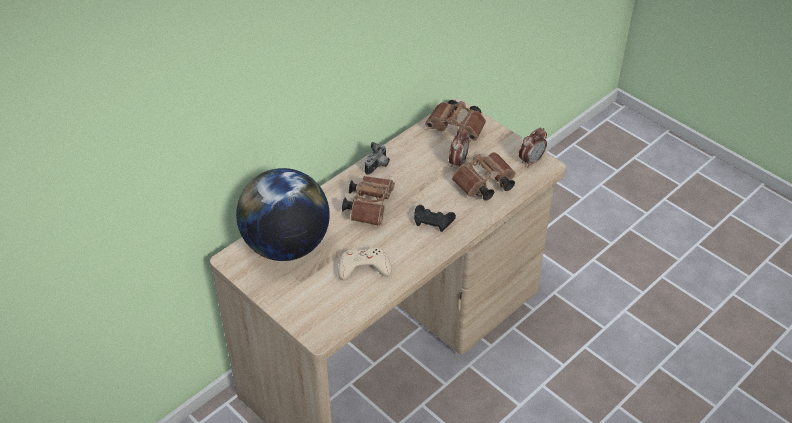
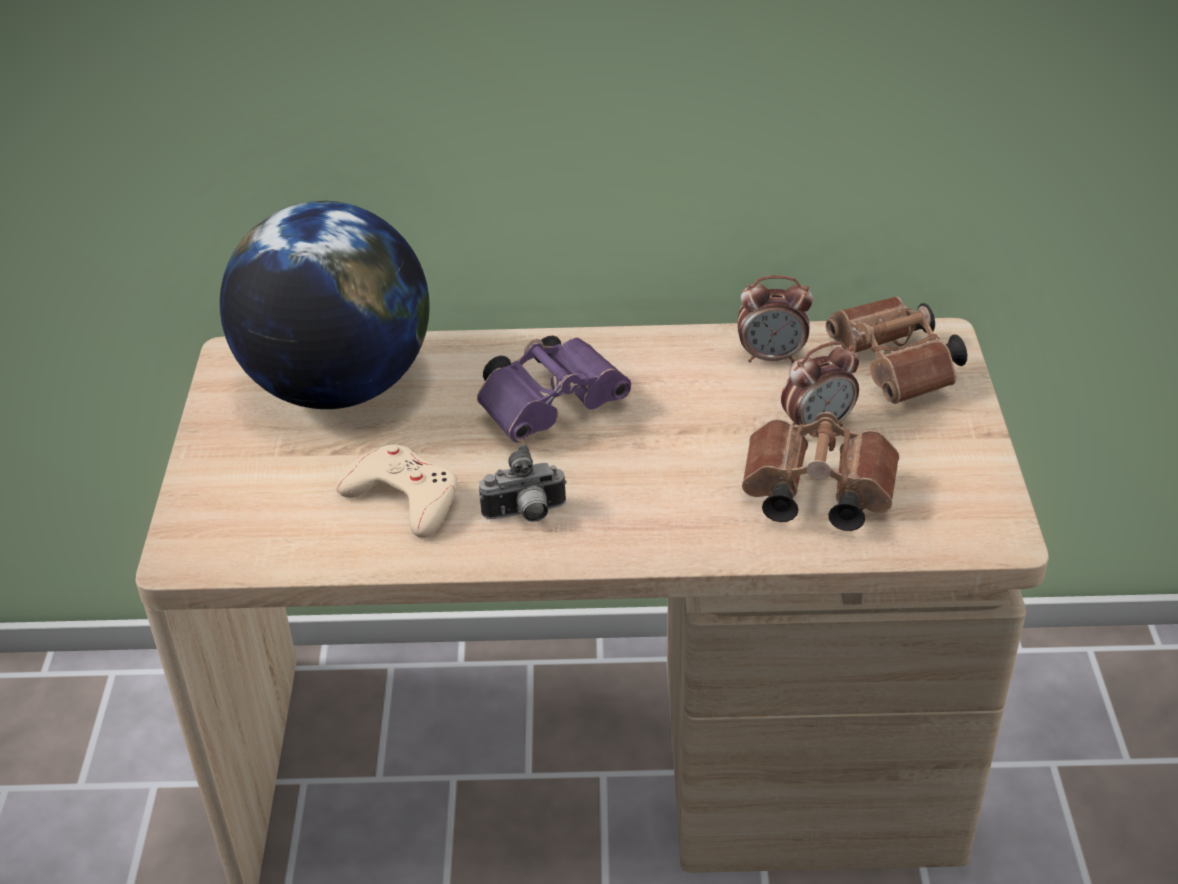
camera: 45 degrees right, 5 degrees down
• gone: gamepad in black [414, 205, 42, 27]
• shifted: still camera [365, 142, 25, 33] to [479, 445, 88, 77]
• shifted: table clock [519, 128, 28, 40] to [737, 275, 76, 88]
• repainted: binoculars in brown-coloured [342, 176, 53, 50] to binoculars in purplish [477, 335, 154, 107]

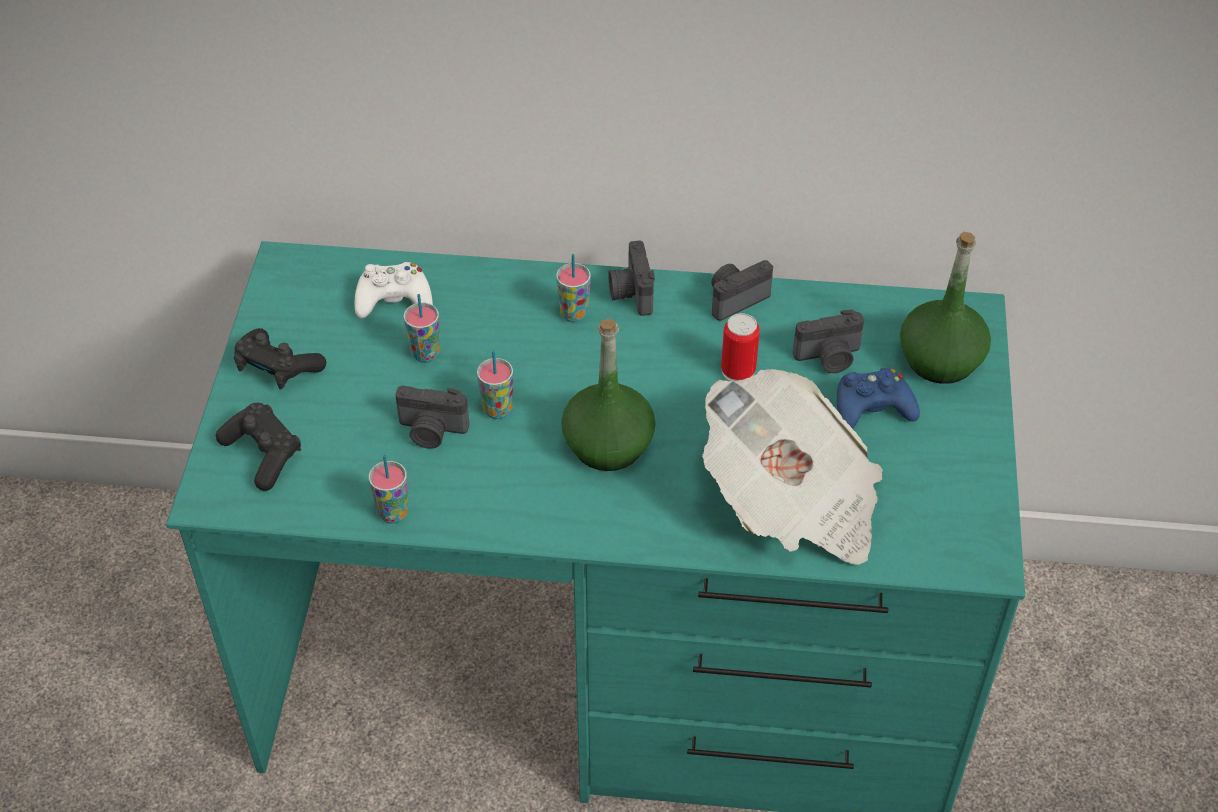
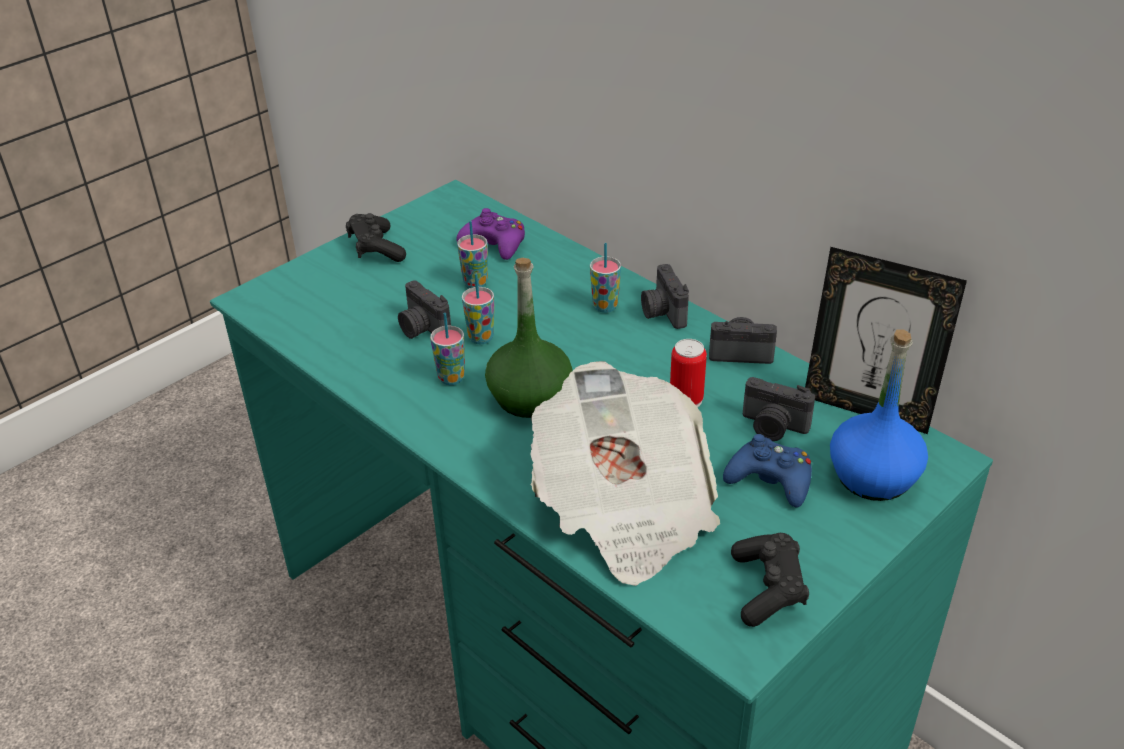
camera: 40 degrees right, 10 degrees down
• new: standing frame [805, 247, 162, 187]
• shifted: gamepad in black [216, 403, 85, 88] to [731, 533, 78, 94]
• shifted: drinking cup [368, 455, 41, 69] to [430, 313, 35, 72]
• repainted: gamepad in white-coloured [355, 262, 78, 56] to gamepad in purplish [456, 208, 69, 52]
• repainted: beverage bottle in green-coloured [900, 232, 91, 152] to beverage bottle in bluish [830, 329, 98, 172]
• rotated: still camera [608, 240, 47, 76] = [641, 264, 48, 65] 45 degrees counterclockwise

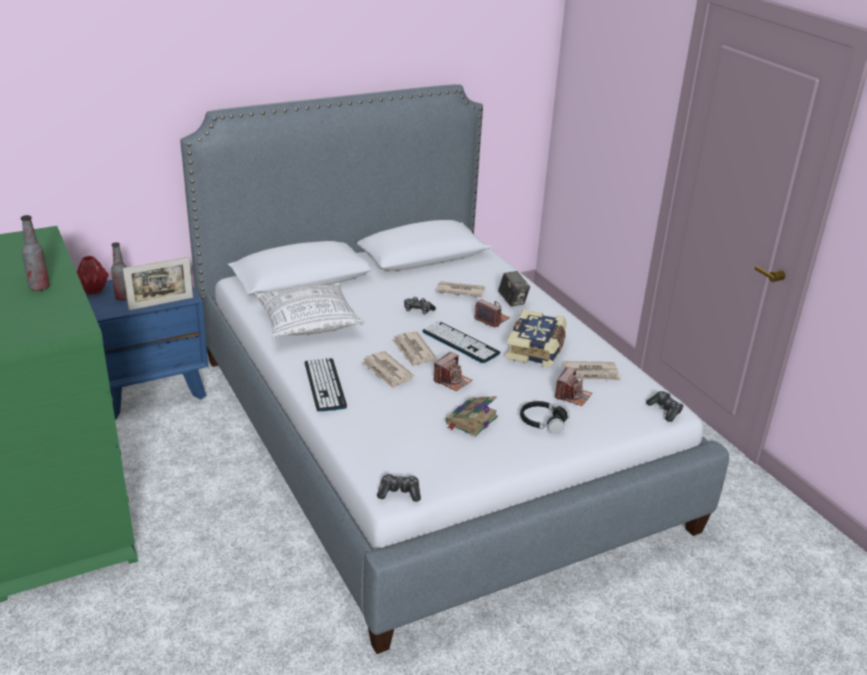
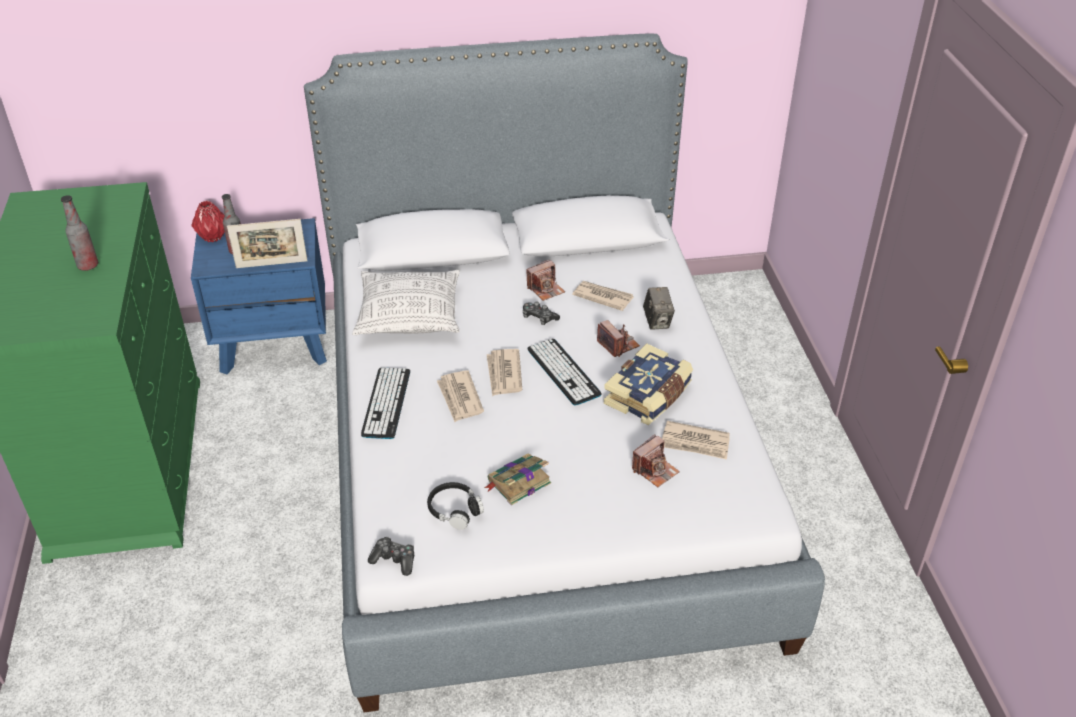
camera: 20 degrees right, 10 degrees up
• gone: gamepad [646, 391, 38, 31]
• shifted: still camera [433, 351, 40, 40] to [526, 260, 39, 41]
• shifted: headset in black [520, 401, 50, 33] to [427, 482, 57, 48]

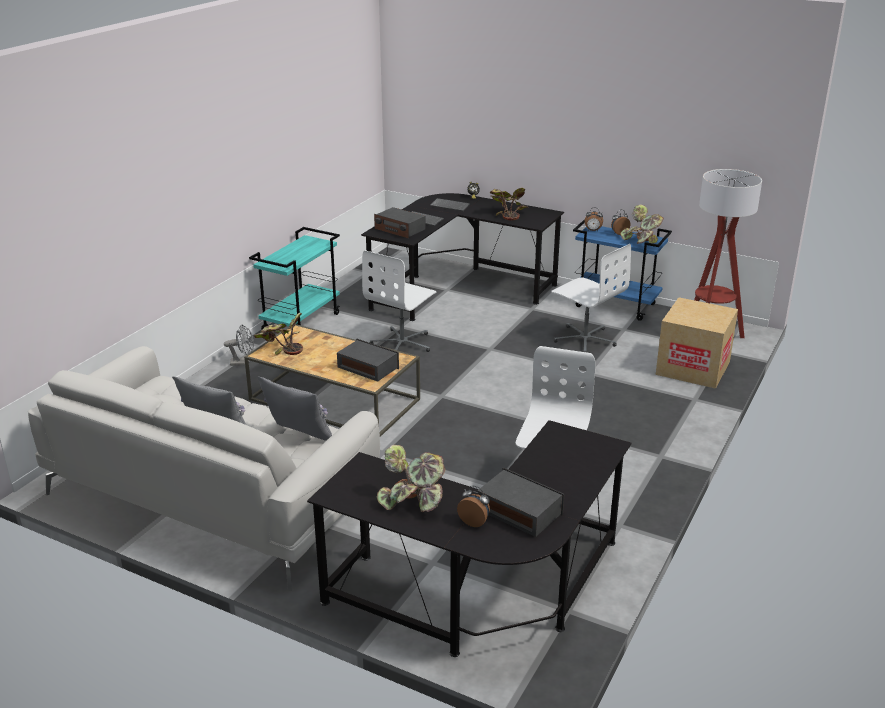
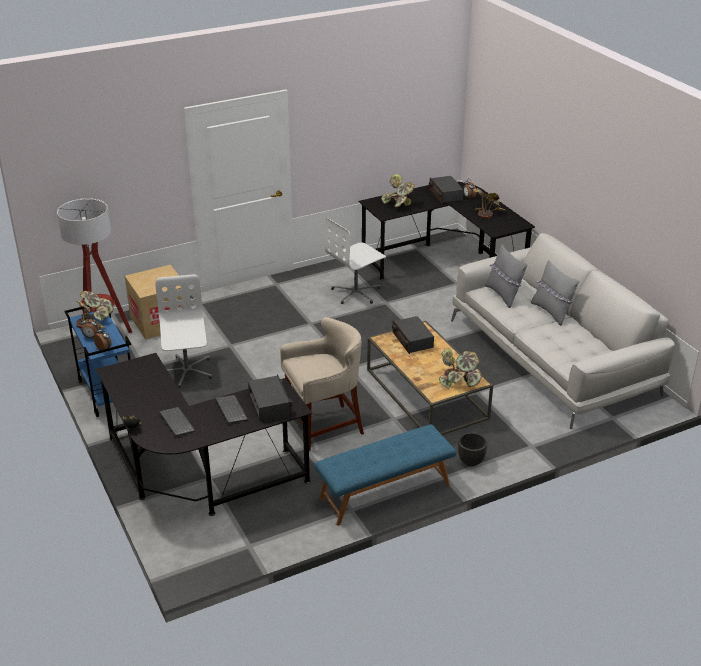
camera: 145 degrees left, 5 degrees up
• shifted: plant in a pot [489, 188, 38, 33] to [381, 174, 34, 33]
• swapped: electric fan in greyish [224, 325, 30, 41] to flower pot in black [458, 432, 29, 35]
• swapped: trolley in turquoise [249, 227, 91, 102] to indoor bench in bluish [314, 424, 142, 102]
• swapped: desk chair in white-coloured [362, 250, 75, 102] to stool in beige-coloured [280, 317, 84, 134]

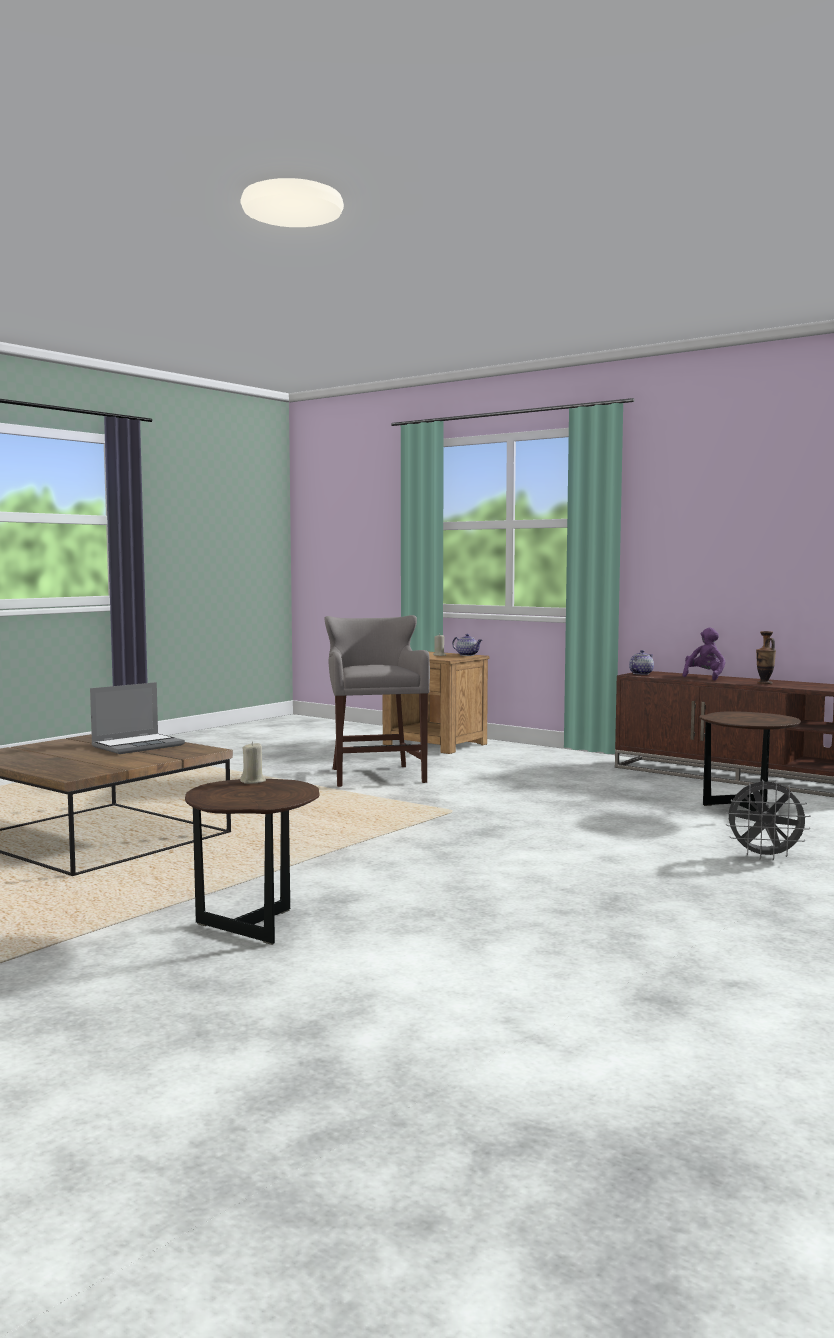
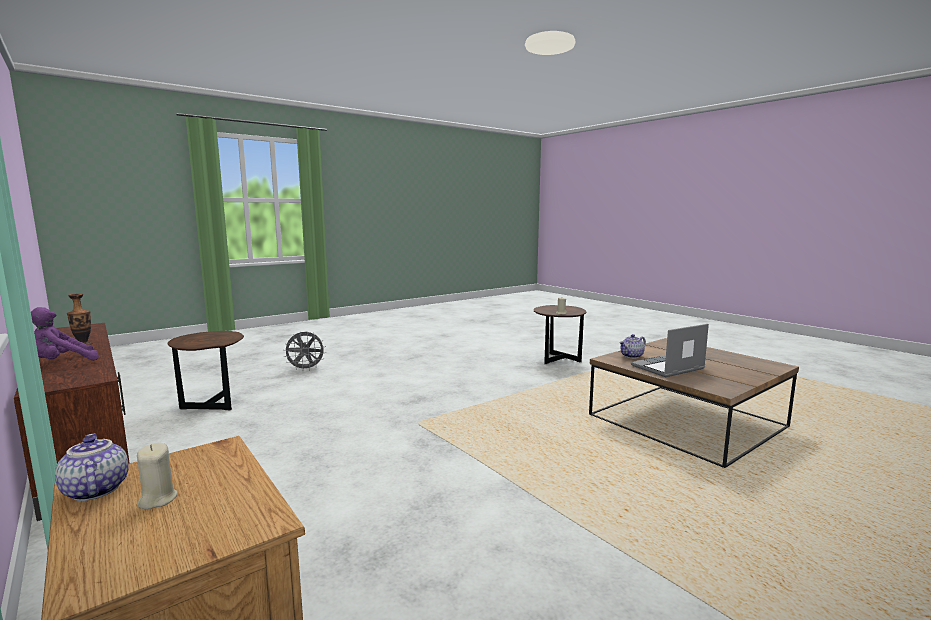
camera: 165 degrees left, 5 degrees up
• gone: stool in greyish [324, 615, 106, 172]
• shifted: teapot [629, 650, 25, 25] to [619, 334, 27, 24]
• rotated: electric fan in greyish [725, 780, 86, 80] = [283, 331, 43, 40] 135 degrees clockwise

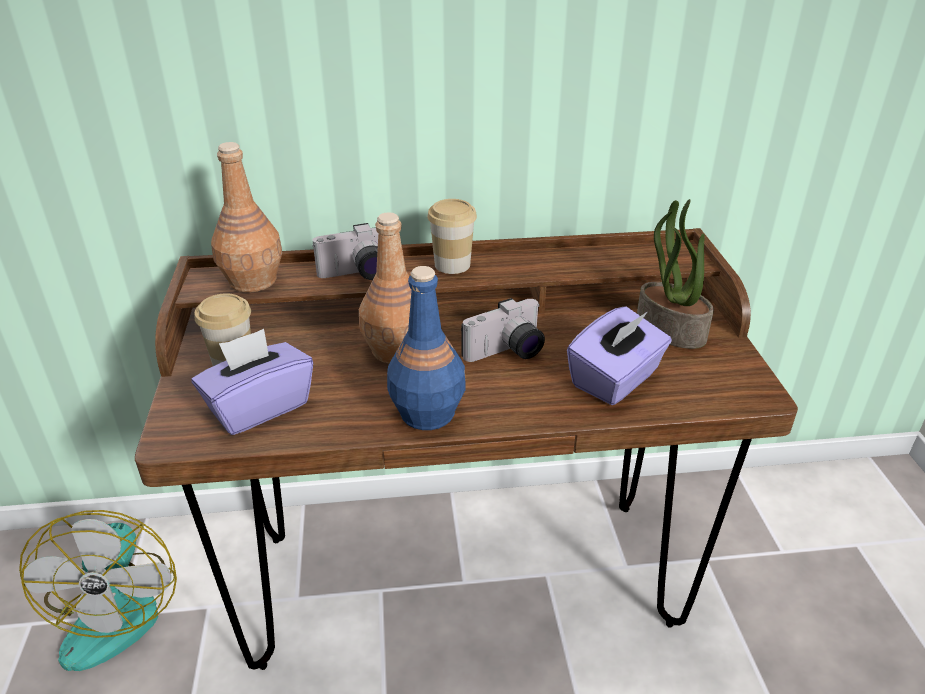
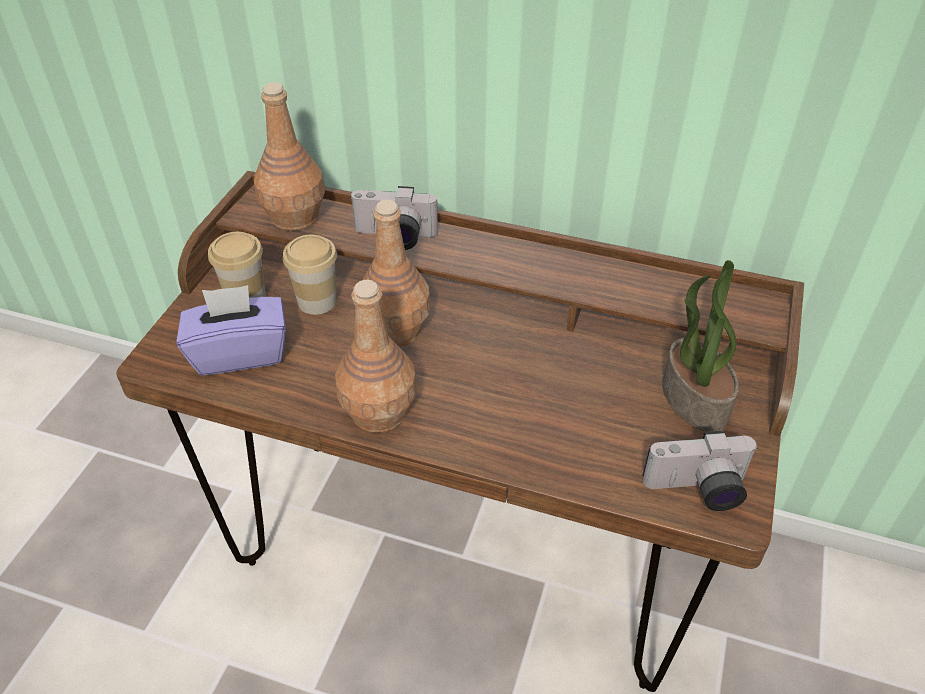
camera: 25 degrees right, 10 degrees up
• gone: electric fan [19, 510, 158, 161]
• gone: box of tissues in purplish [567, 306, 105, 99]
• shifted: drinking cup [427, 199, 50, 75] to [283, 235, 54, 80]
• shifted: still camera [461, 298, 84, 64] to [643, 430, 115, 81]
• repainted: beverage bottle in bluish [387, 266, 79, 164] to beverage bottle in brown-coloured [335, 280, 82, 153]

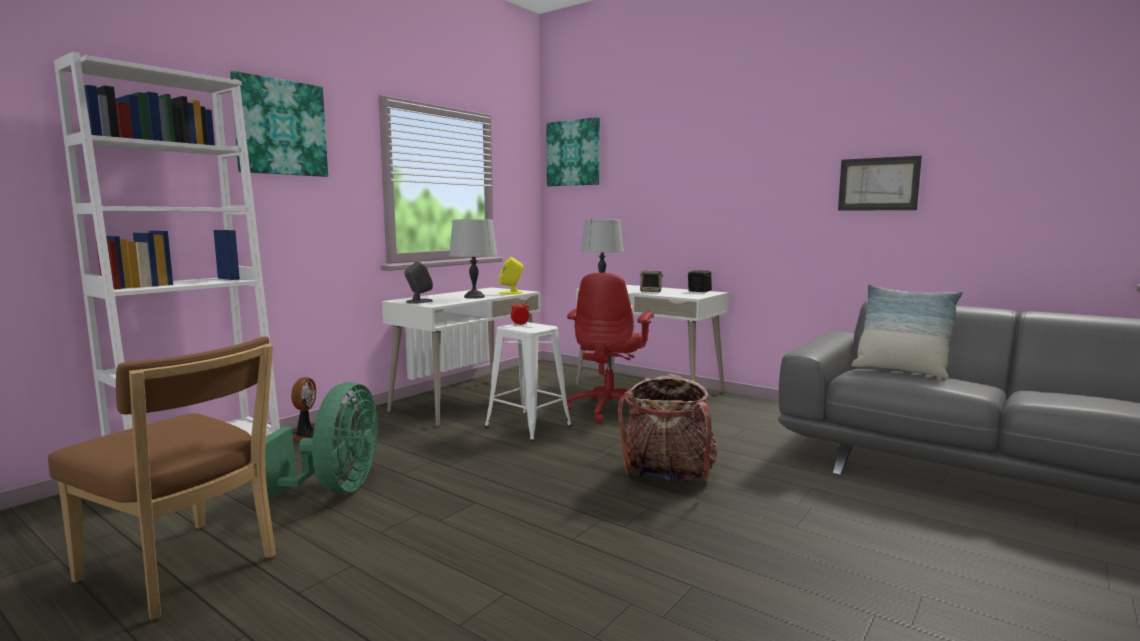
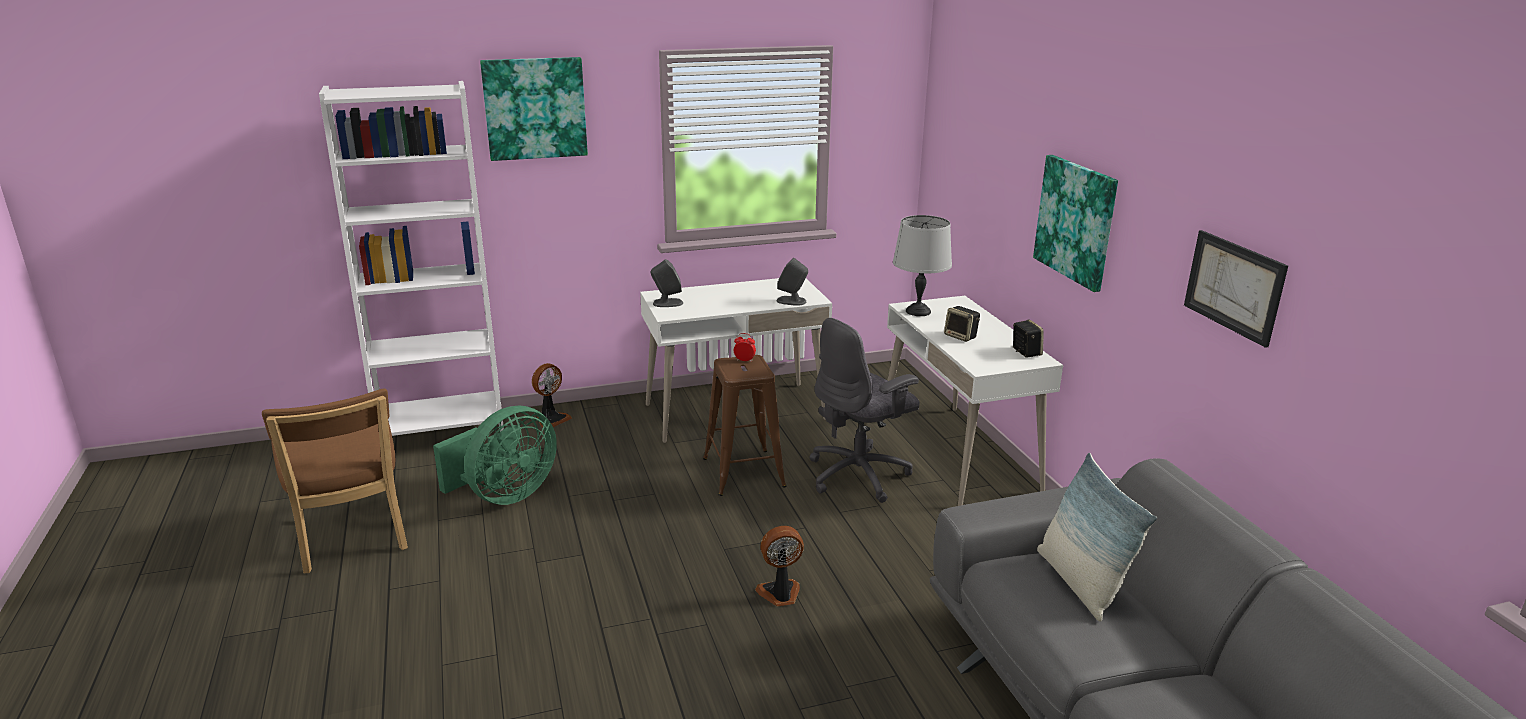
camera: 35 degrees right, 15 degrees up
• gone: table lamp in greyish [449, 220, 48, 79]
• shifted: picture [547, 117, 53, 69] to [1033, 155, 85, 137]
• swapped: rucksack [618, 374, 99, 108] to electric fan [755, 526, 49, 80]
• repainted: stool in white-coloured [485, 322, 87, 119] to stool in brown-coloured [703, 355, 83, 141]
• repainted: audio speaker in yellowish [499, 257, 24, 38] to audio speaker in greyish [777, 258, 31, 48]
• repainted: desk chair in reddish [566, 273, 88, 150] to desk chair in greyish [809, 318, 111, 185]

